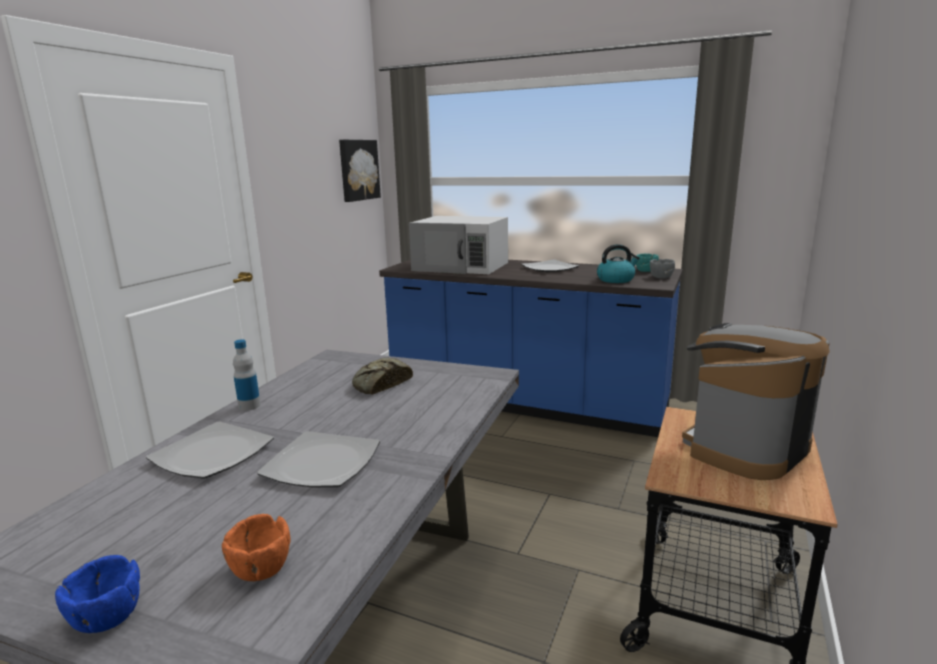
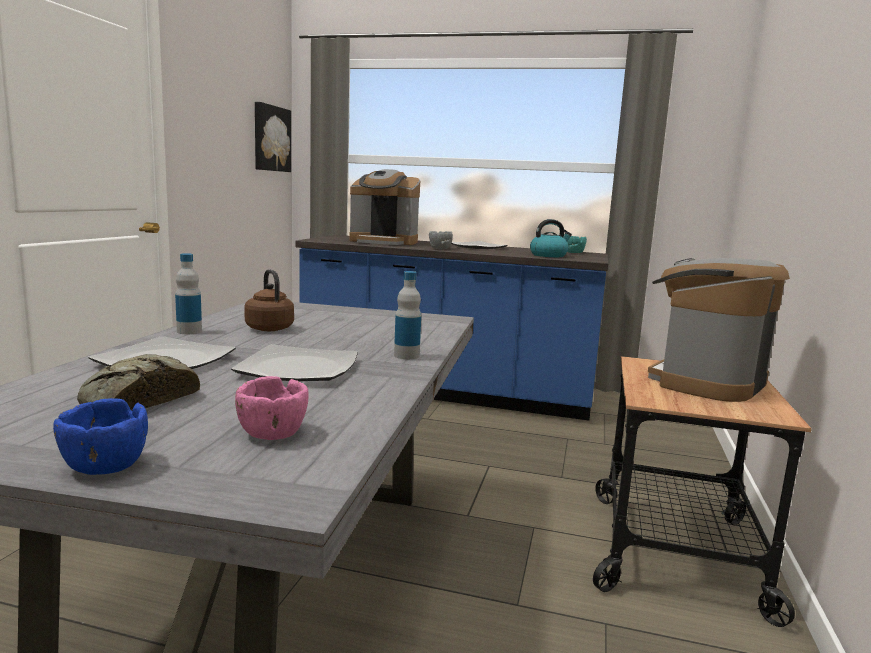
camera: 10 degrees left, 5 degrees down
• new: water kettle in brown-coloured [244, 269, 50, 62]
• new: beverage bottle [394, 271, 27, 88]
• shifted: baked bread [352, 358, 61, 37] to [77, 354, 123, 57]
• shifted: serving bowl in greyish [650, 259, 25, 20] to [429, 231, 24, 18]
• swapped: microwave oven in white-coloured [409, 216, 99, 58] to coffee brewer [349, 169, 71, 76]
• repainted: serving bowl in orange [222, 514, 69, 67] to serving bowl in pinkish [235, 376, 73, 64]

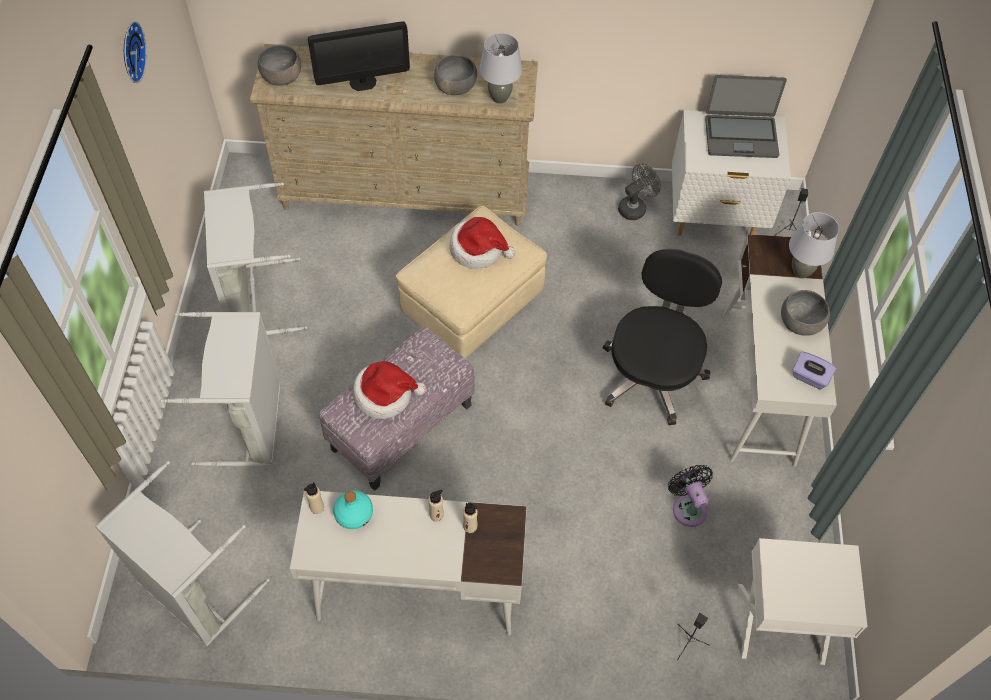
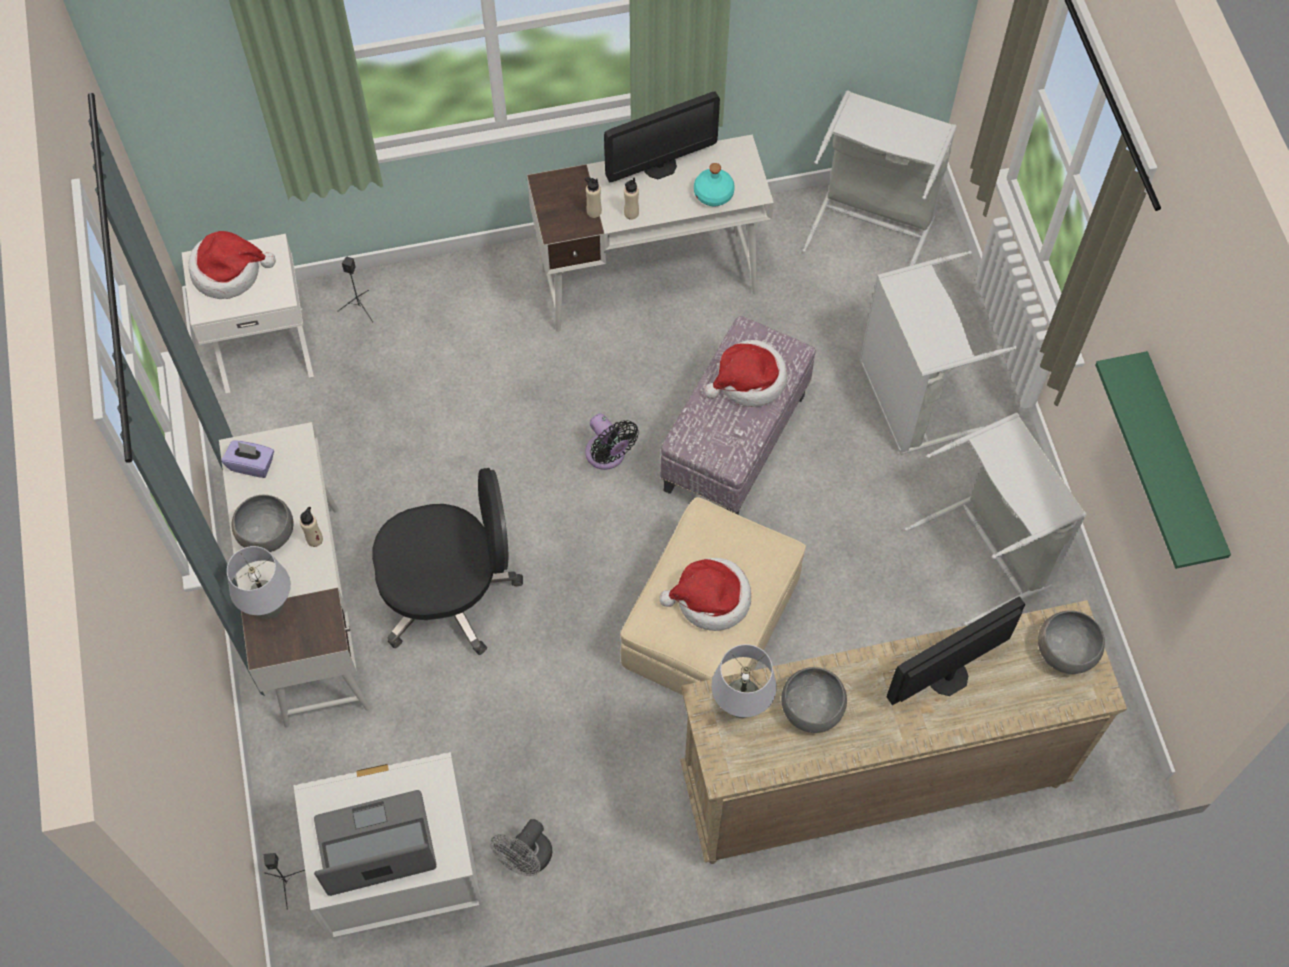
camera: 165 degrees right, 5 degrees up
• gone: clock on the wall [124, 21, 23, 62]
• new: hat [189, 231, 87, 68]
• new: monitor [604, 91, 116, 91]
• new: shelf in green-coloured [1095, 351, 136, 218]
• shifted: beverage bottle in beige-coloured [304, 483, 20, 31] to [300, 507, 23, 40]
• shifted: electric fan in black [668, 465, 45, 62] to [585, 413, 54, 57]
• rotated: desk chair in black [603, 248, 119, 177] = [372, 468, 151, 187] 105 degrees counterclockwise

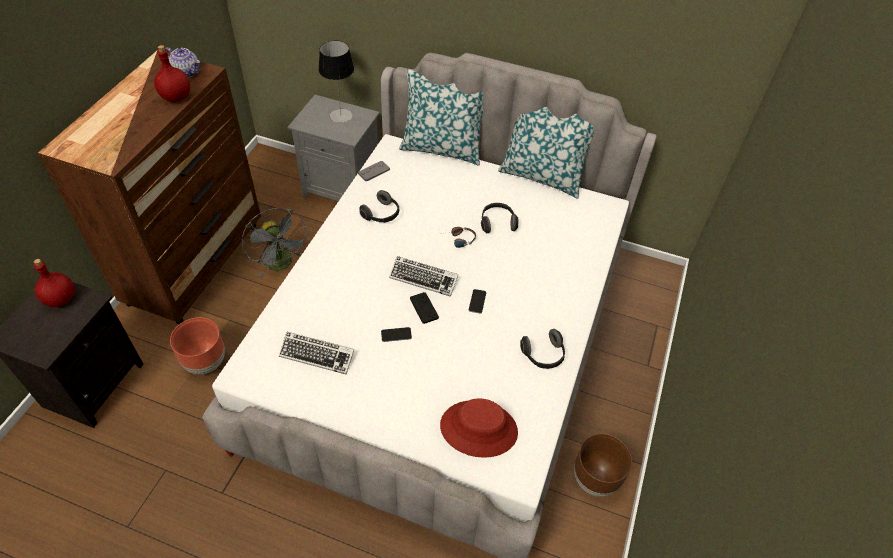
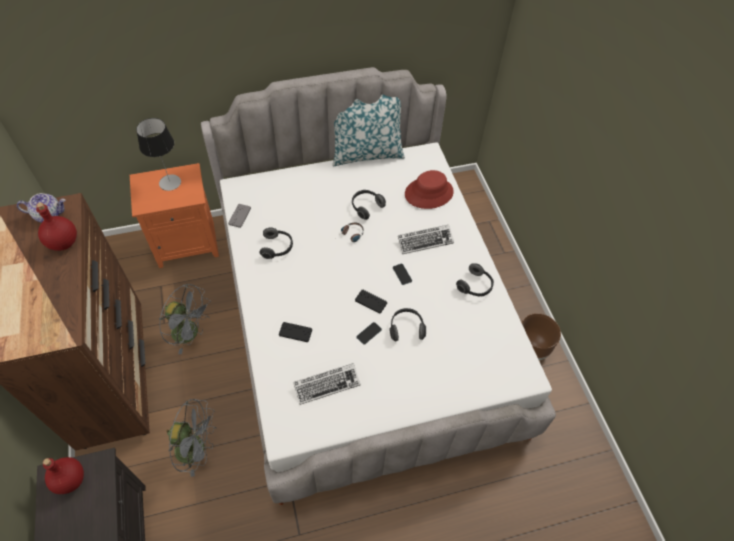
camera: 35 degrees left, 5 degrees up
• gone: pillow [399, 69, 84, 96]
• new: gamepad in black [279, 322, 33, 20]
• new: headset [390, 308, 36, 33]
• shifted: computer keyboard [389, 256, 69, 41] to [398, 225, 56, 29]
• shifted: hat in reddish [440, 398, 78, 60] to [405, 170, 49, 39]
• swapped: flower pot in brown-coloured [170, 317, 55, 58] to electric fan in greyish [166, 399, 51, 78]
• repainted: bedside table in greyish [287, 95, 93, 106] to bedside table in orange [130, 163, 89, 105]

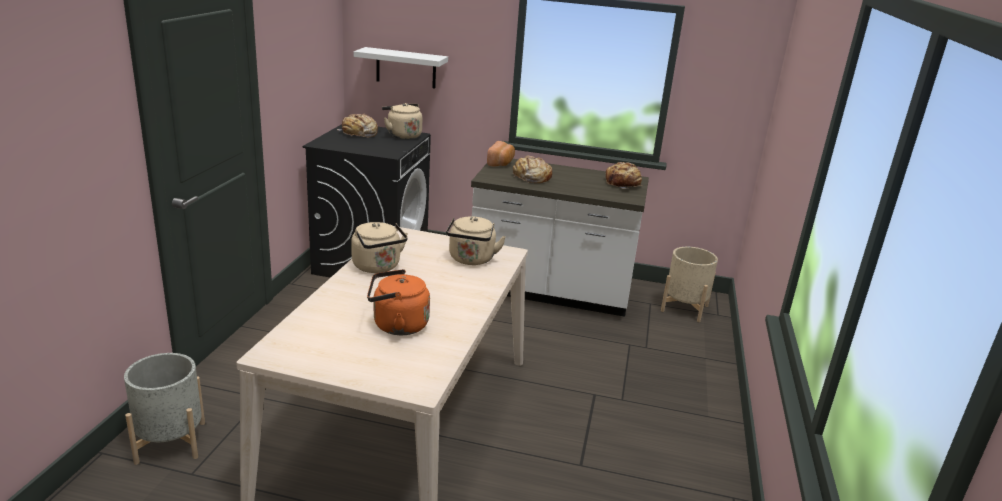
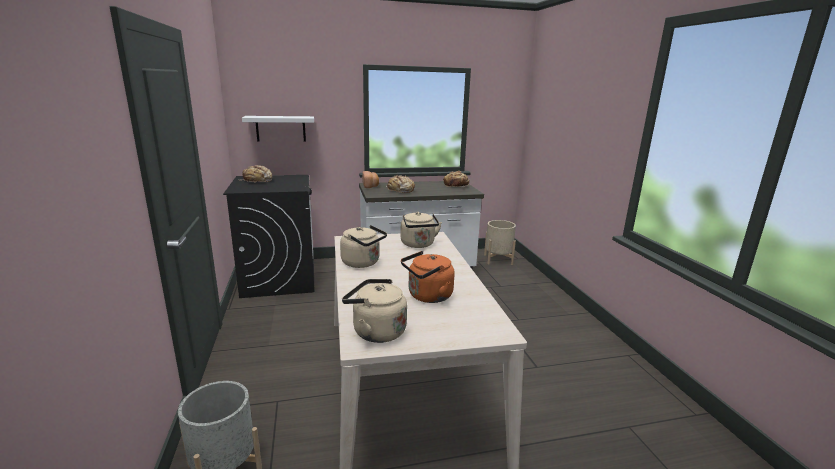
camera: 25 degrees left, 5 degrees down
• shifted: water kettle in beige-coloured [382, 103, 40, 36] to [342, 279, 65, 64]

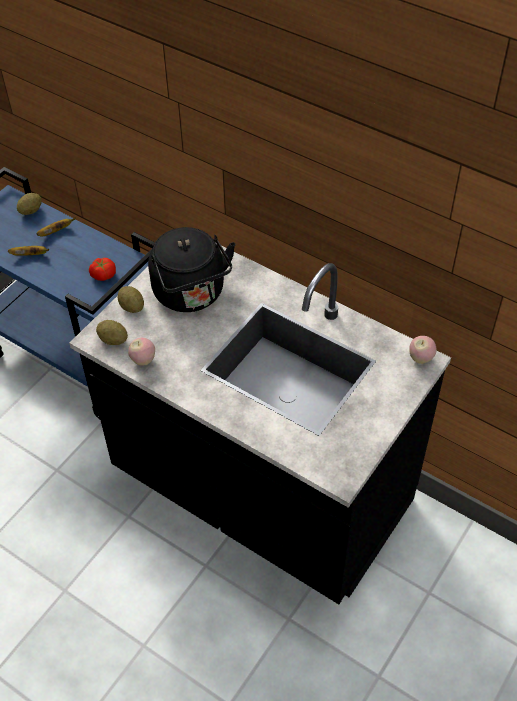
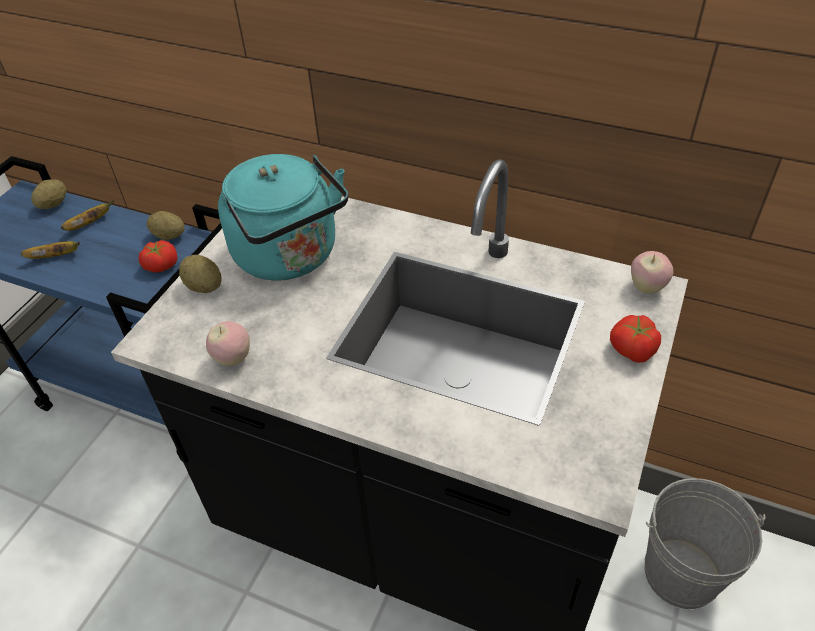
camera: 10 degrees left, 5 degrees down
• new: tomato [610, 315, 51, 48]
• new: bucket in greyish [645, 478, 121, 131]
• shifted: whole potato [96, 320, 32, 25] to [147, 211, 38, 29]
• repainted: water kettle in black [148, 227, 88, 85] to water kettle in turquoise [218, 154, 130, 127]

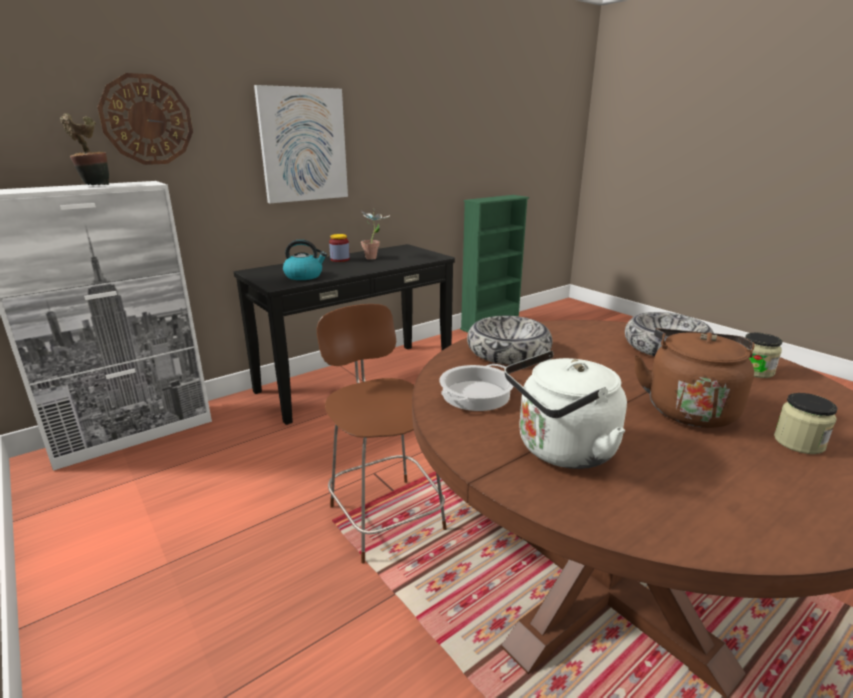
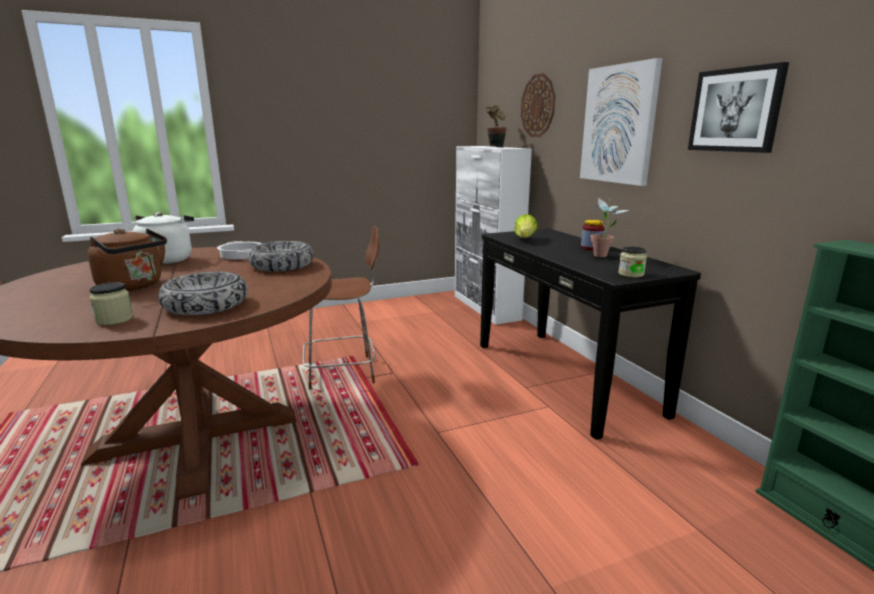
camera: 105 degrees right, 5 degrees down
• new: picture [688, 62, 101, 91]
• shifted: storage jar [774, 393, 64, 61] to [618, 246, 29, 32]
• swapped: water kettle [283, 239, 44, 41] to lettuce [514, 214, 24, 24]

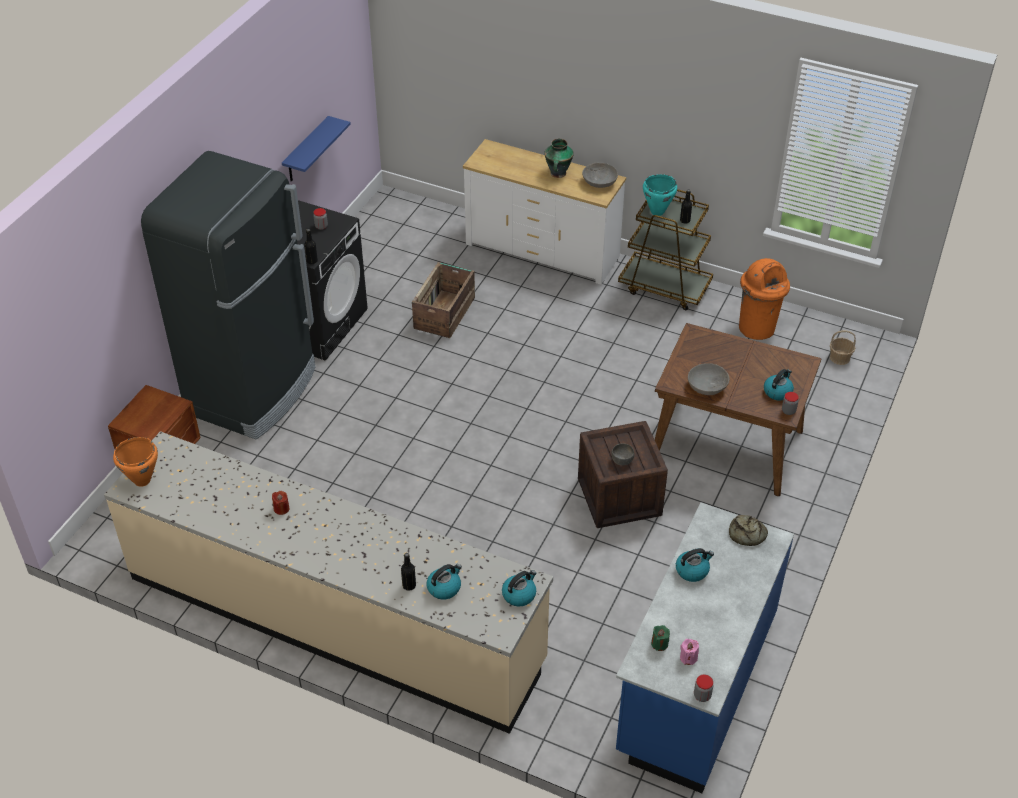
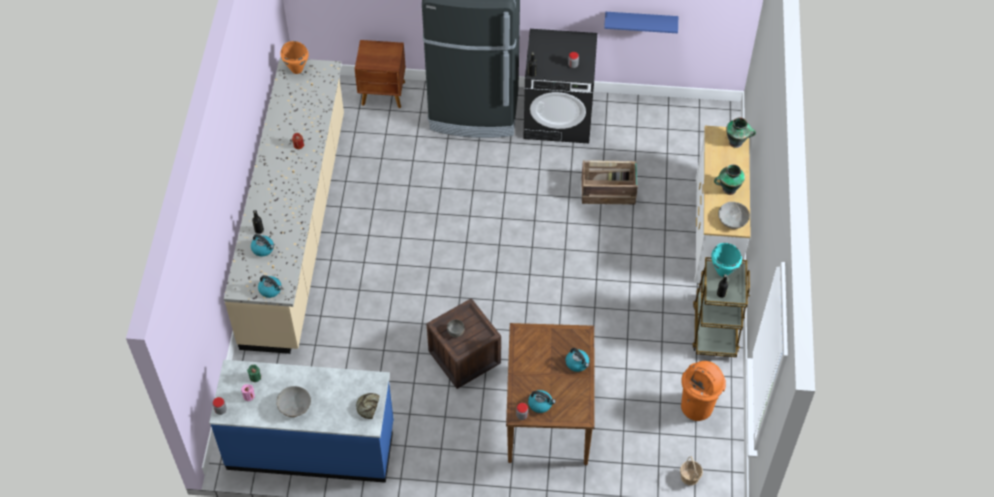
camera: 70 degrees right, 10 degrees up
• new: decorative vase [726, 117, 30, 31]
• shifted: water kettle [676, 548, 38, 34] to [565, 348, 24, 24]
• shifted: serving bowl in greyish [688, 363, 41, 32] to [276, 386, 35, 31]

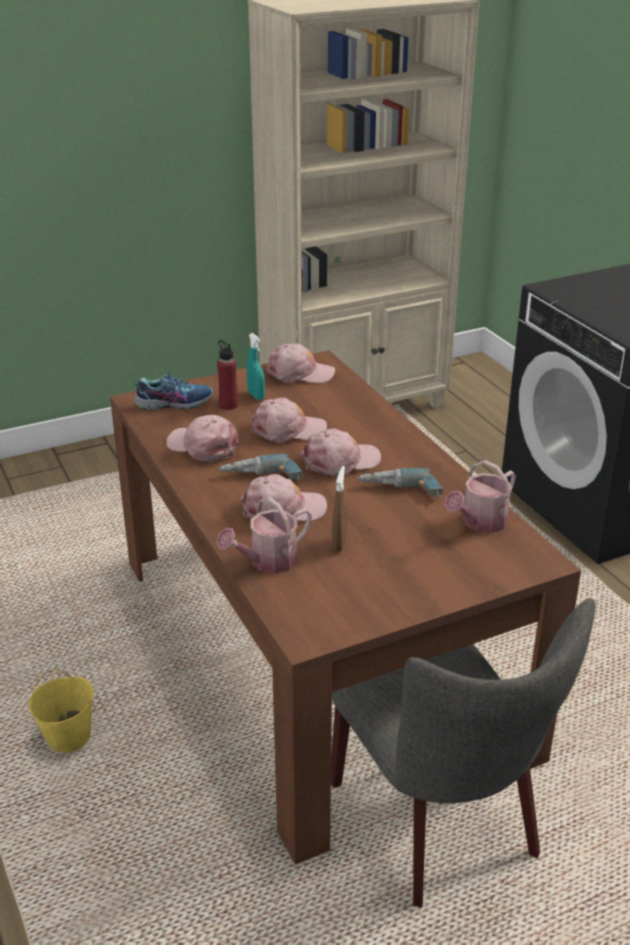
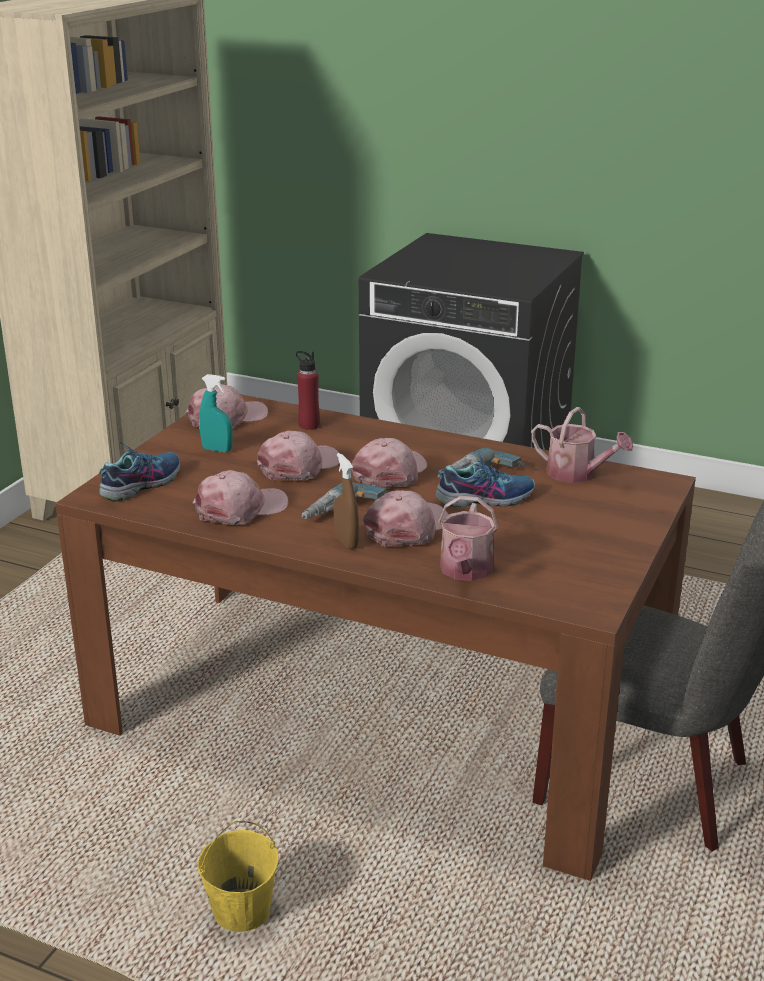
camera: 40 degrees left, 5 degrees down
• new: low shoe [436, 451, 99, 56]
• shifted: beverage bottle in reddish [217, 340, 21, 70] to [296, 351, 24, 79]
• shifted: spray bottle in brown-coloured [332, 466, 16, 86] to [334, 453, 25, 96]
• rotated: peaked cap in pinkish [166, 415, 72, 47] = [192, 470, 96, 55] 150 degrees clockwise
• rotated: sprinkling can [445, 460, 71, 73] = [531, 407, 102, 76] 60 degrees counterclockwise

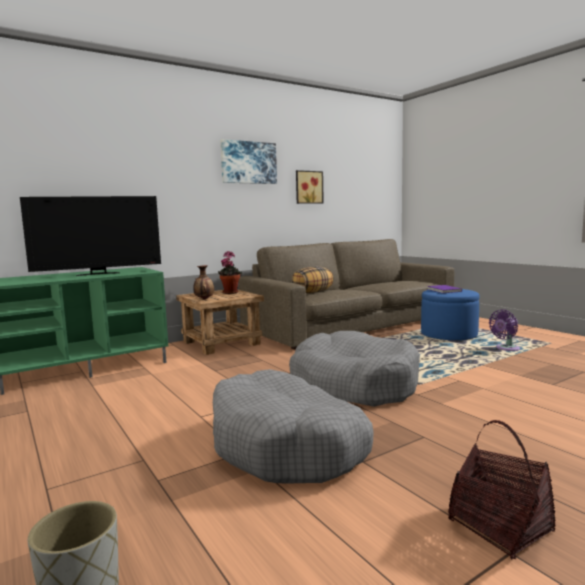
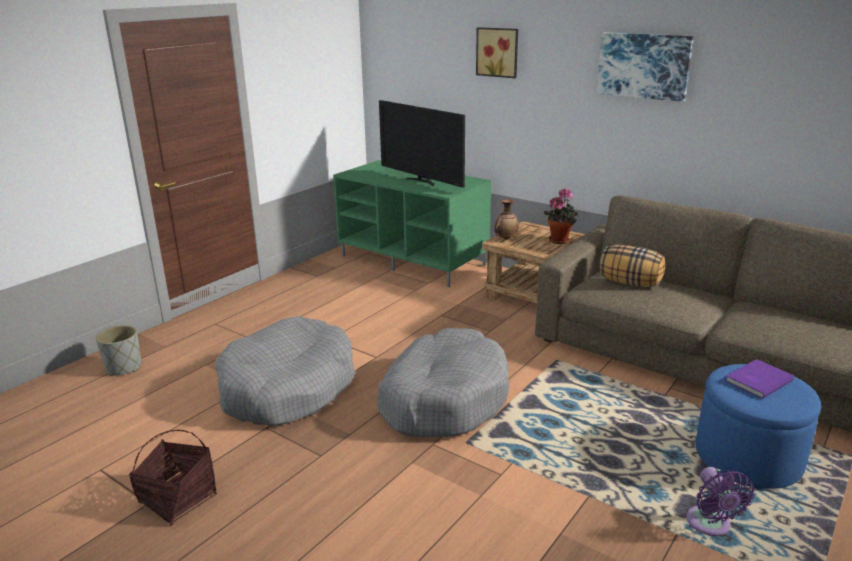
camera: 70 degrees right, 15 degrees up
• shifted: picture [296, 170, 28, 34] to [476, 27, 42, 51]
• rotated: electric fan in purplish [489, 309, 31, 42] = [686, 467, 68, 69] 135 degrees counterclockwise

